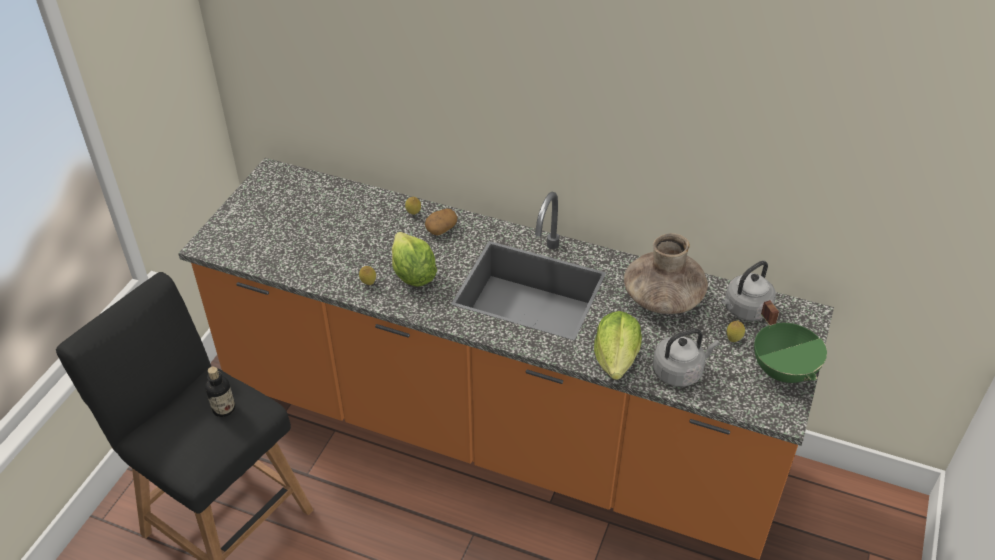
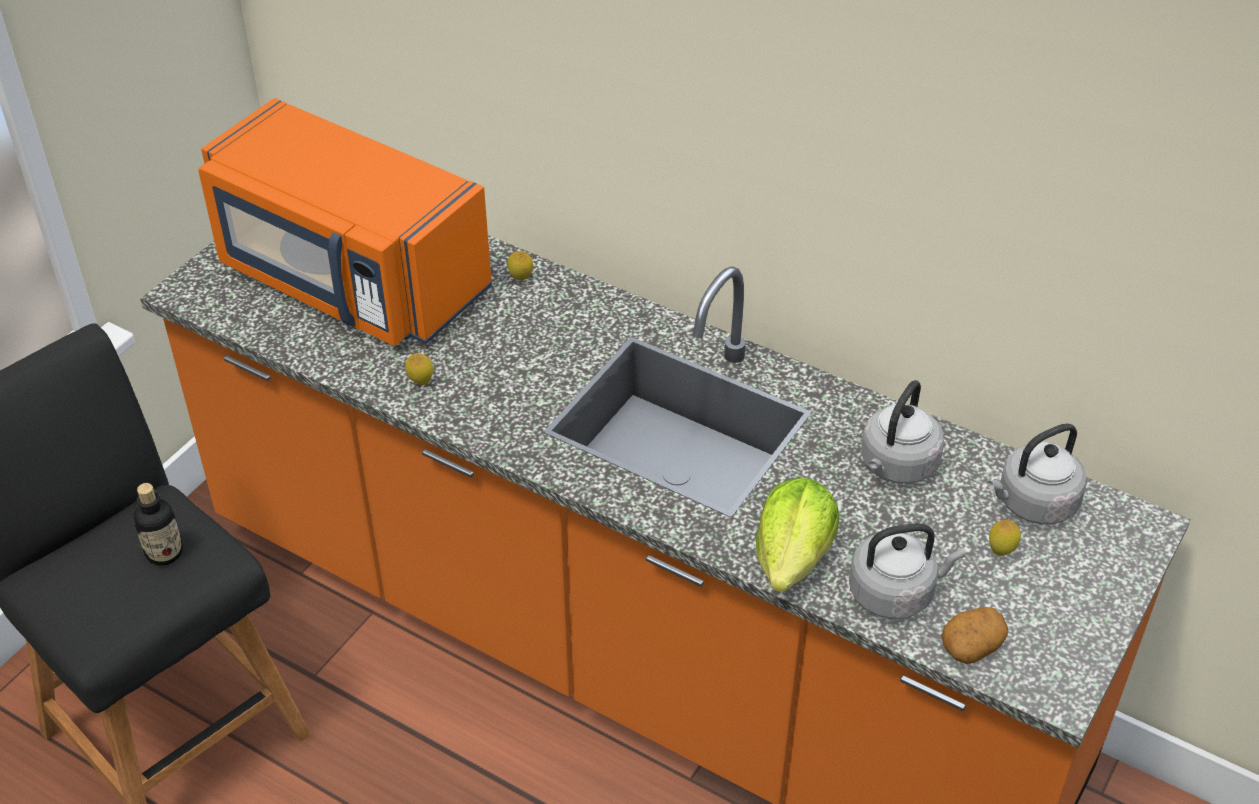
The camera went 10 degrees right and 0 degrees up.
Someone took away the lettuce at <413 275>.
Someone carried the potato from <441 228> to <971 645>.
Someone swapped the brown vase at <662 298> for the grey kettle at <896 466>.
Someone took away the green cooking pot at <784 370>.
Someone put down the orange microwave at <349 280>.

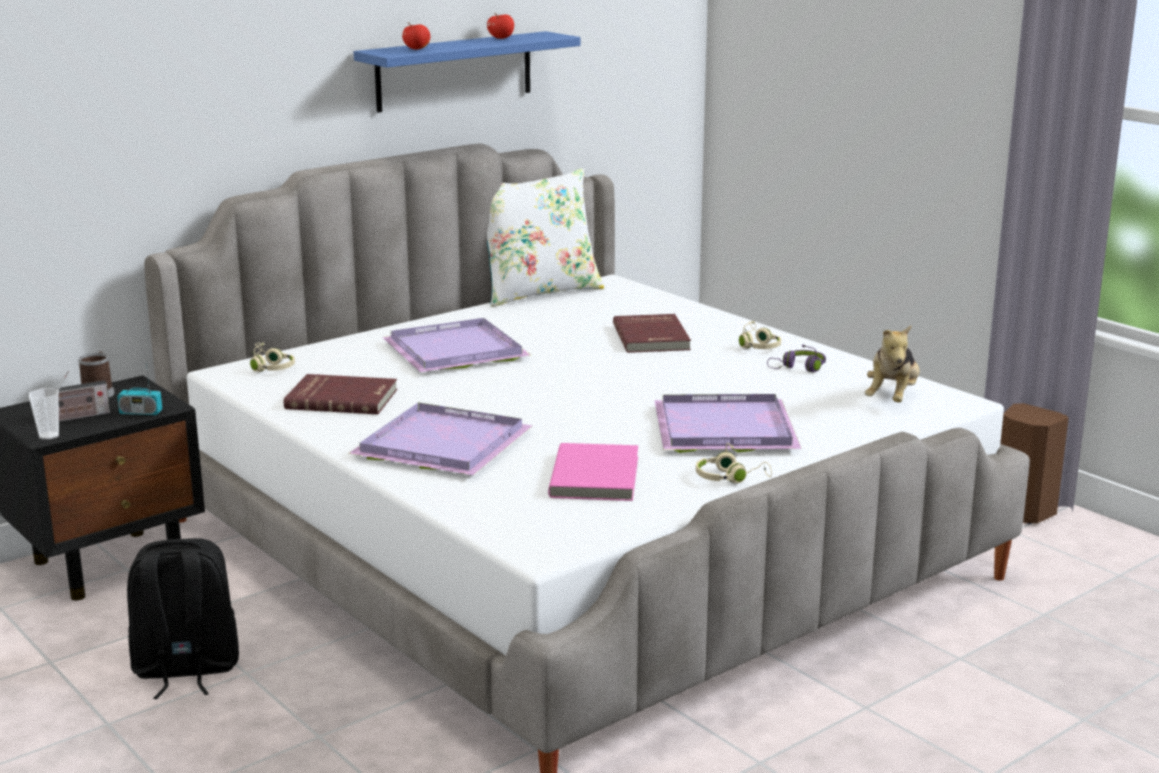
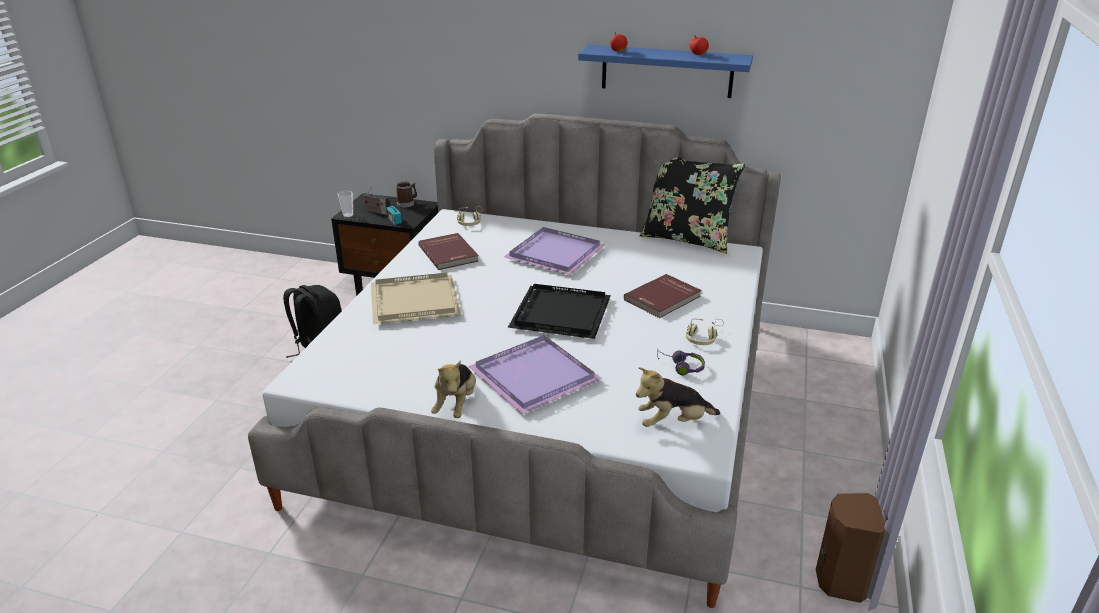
The camera went 55 degrees right and 10 degrees up.
Someone repainted the purple tray at <439 446>, which became the beige tray at <413 301>.
Someone repainted the white pillow at <538 292>, which became the black pillow at <687 239>.
Someone took away the pink book at <597 477>.
Someone swapped the beige headphones at <730 478> for the plush toy at <456 404>.
Someone put down the black tray at <559 313>.

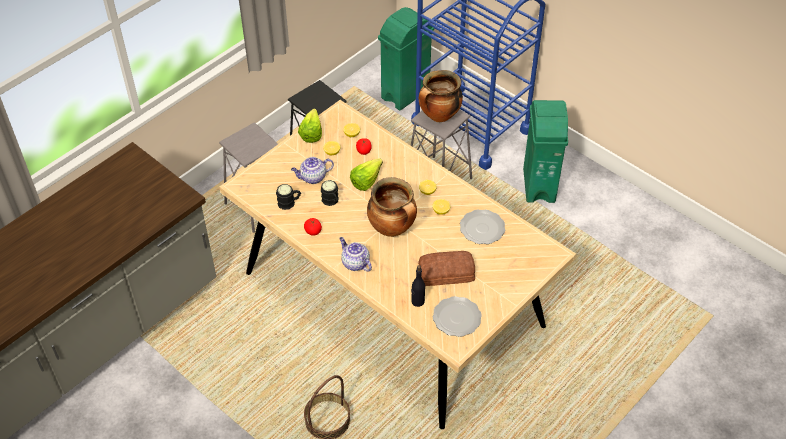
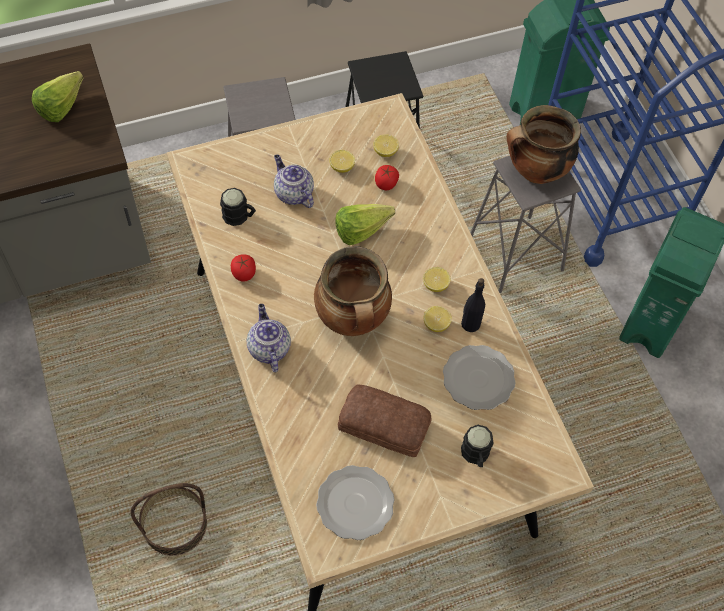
The camera went 25 degrees right and 10 degrees up.
Someone rotated the teapot at <312 178> by 45 degrees clockwise.
Someone carried the lettuce from <313 131> to <65 105>.
Someone carried the black mug from <331 201> to <476 456>.
Someone carried the black bottle from <417 301> to <470 324>.

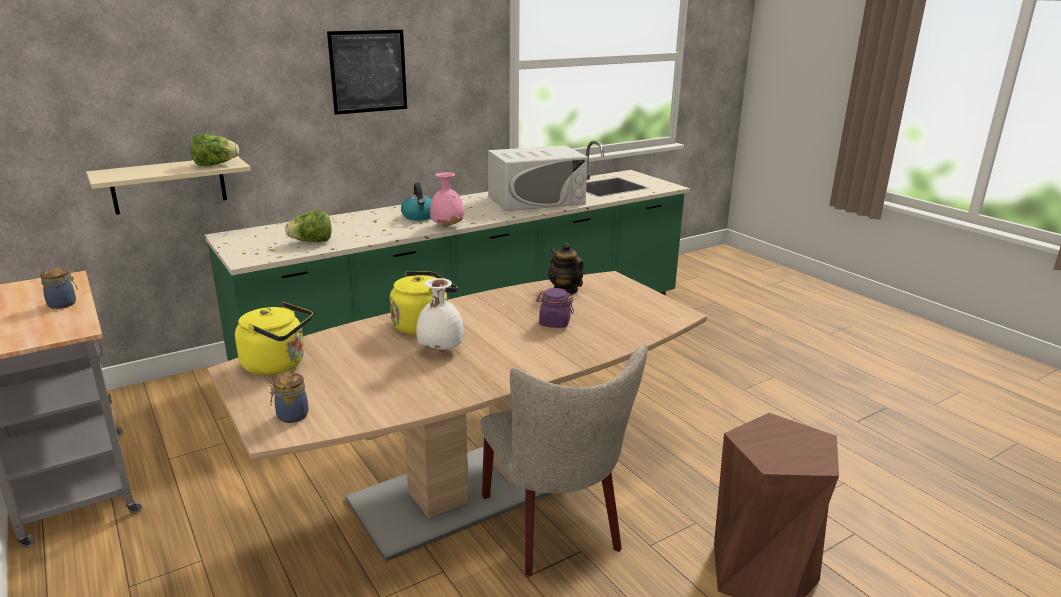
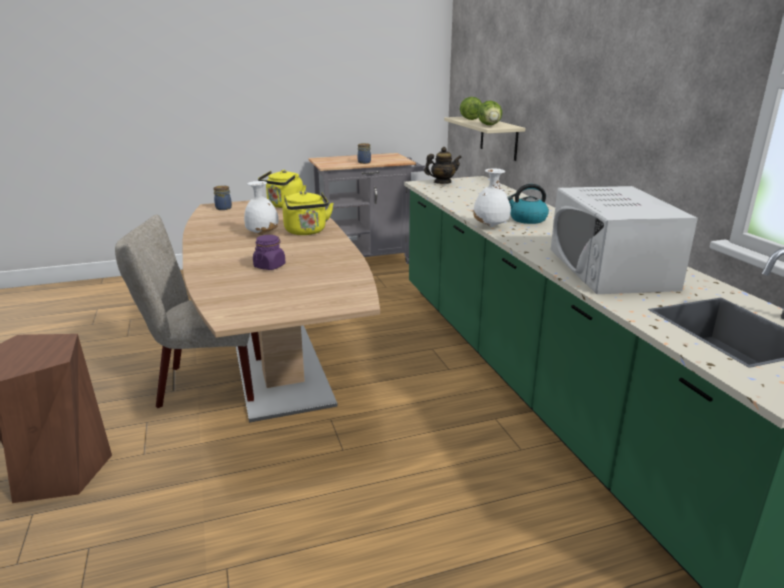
The camera went 105 degrees right and 0 degrees up.
Someone carried the lettuce from <312 242> to <469 119>.
Someone took away the picture at <368 71>.
Someone repainted the pink vase at <448 226>, which became the white vase at <491 226>.
Someone carried the teapot from <565 291> to <442 182>.

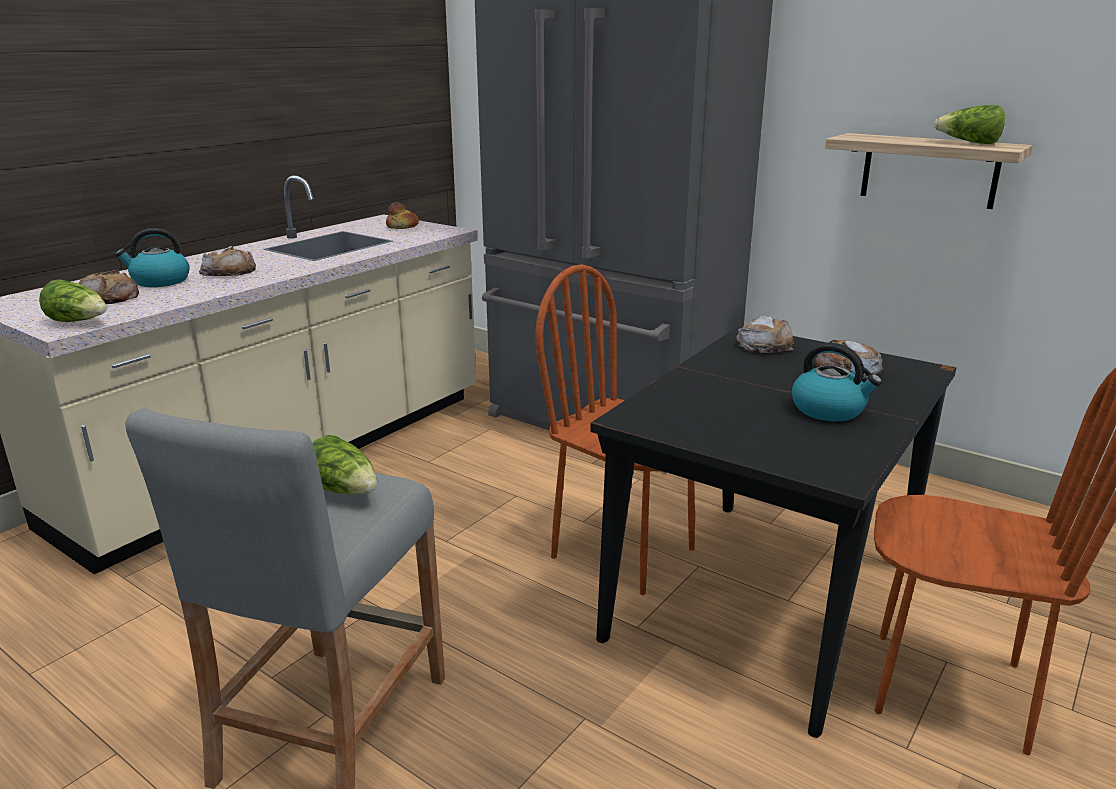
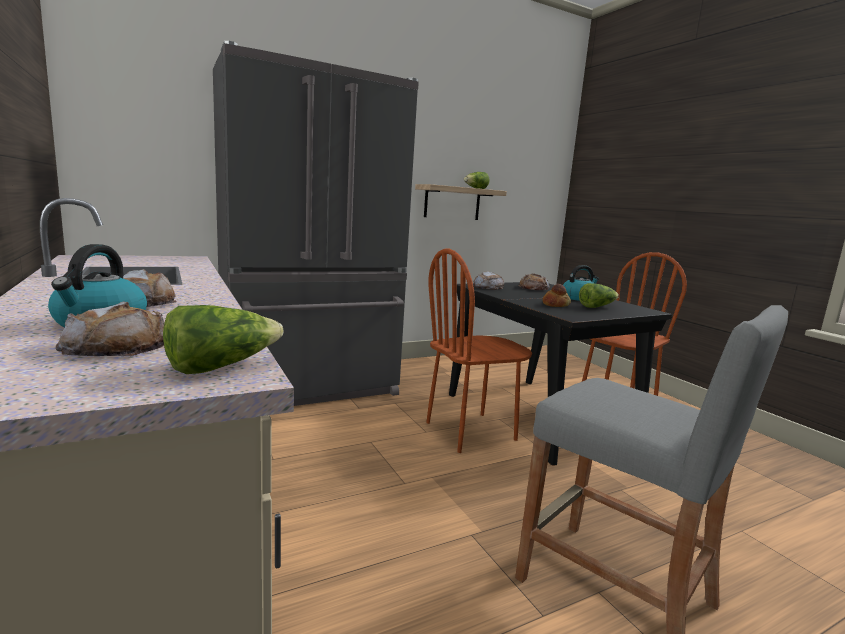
The camera went 65 degrees left and 10 degrees down.
Someone carried the lettuce from <345 491> to <596 307>.
Someone carried the bread from <402 227> to <556 305>.

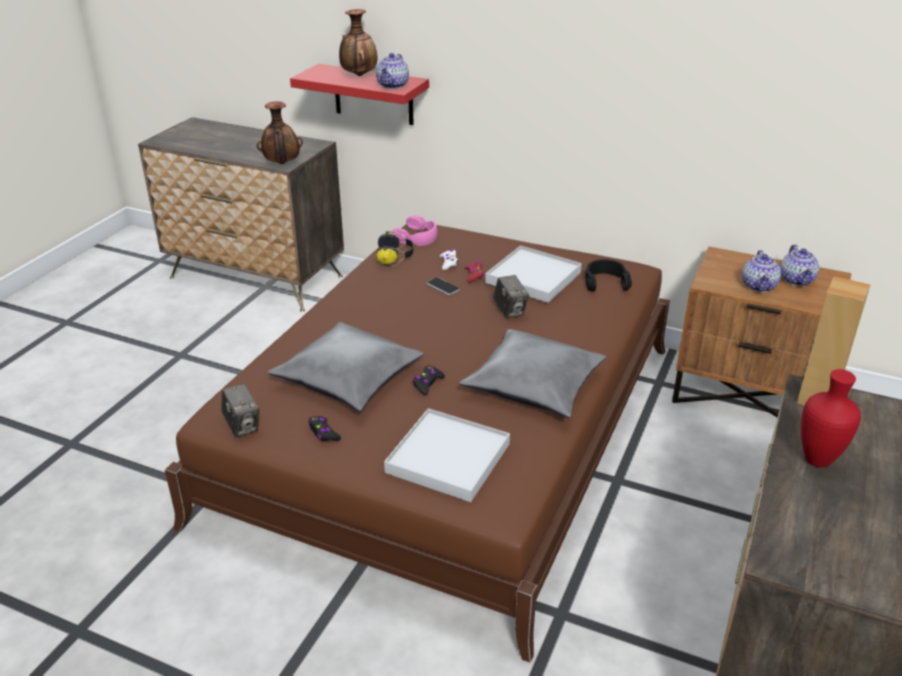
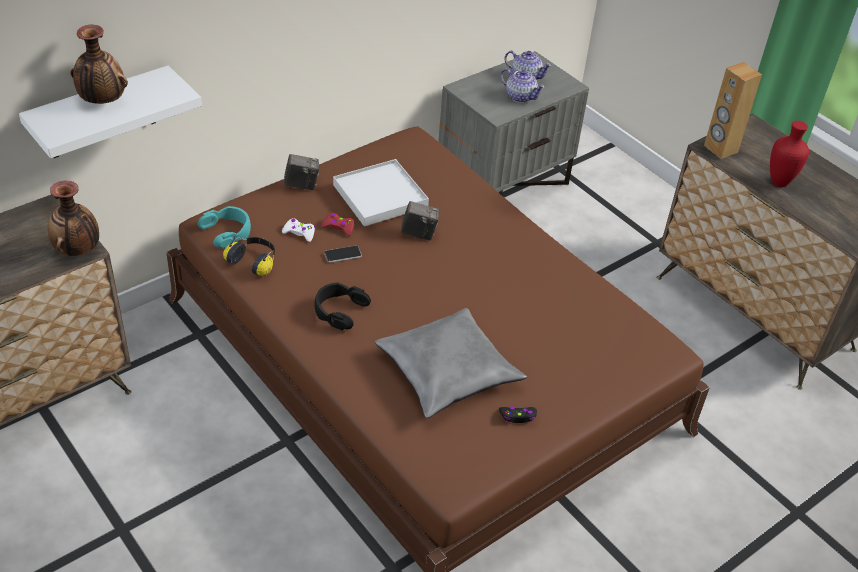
The camera went 65 degrees left and 10 degrees up.
Someone carried the photo camera from <242 426> to <301 185>.
Someone repainted the red shelf at <373 95>, which became the white shelf at <100 114>.
Someone took away the teapot at <393 85>.
Someone took away the white tray at <448 458>.
Someone repainted the pink headphones at <417 237>, which became the turquoise headphones at <227 232>.
Someone took away the black game controller at <427 383>.
Someone took away the grey pillow at <535 385>.
Someone carried the black headphones from <605 282> to <339 310>.
Someone repainted the brown nightstand at <746 395>, which became the grey nightstand at <504 184>.

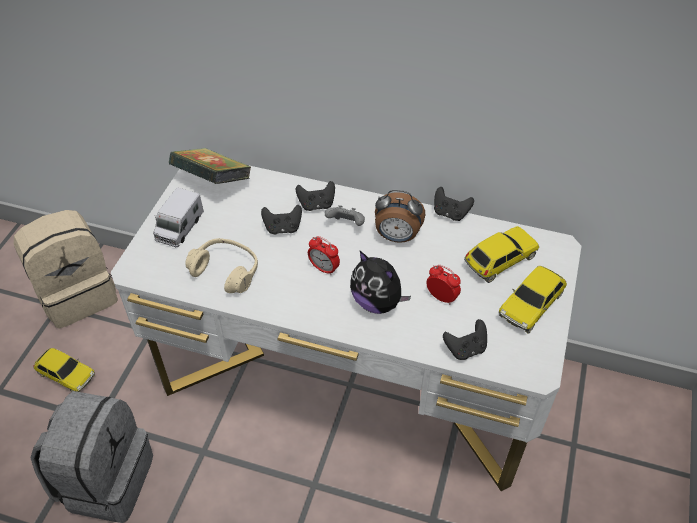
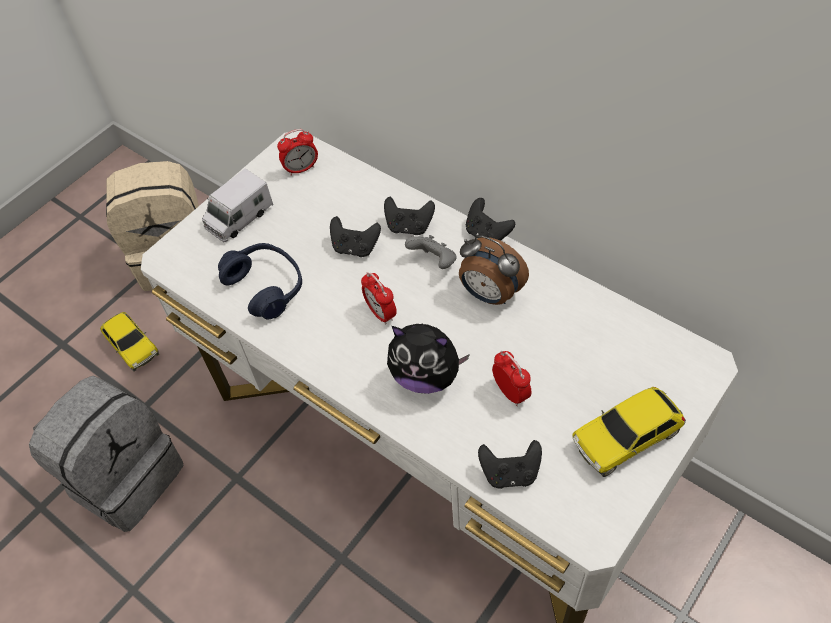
The camera went 25 degrees right and 5 degrees up.
Someone swapped the book at <213 182> for the alarm clock at <301 169>.
Someone repainted the beige headphones at <226 271>, which became the blue headphones at <266 286>.
Someone rotated the plush toy at <377 302> by 45 degrees counterclockwise.
Someone carried the black game controller from <450 213> to <487 234>.
Someone took away the toy car at <499 261>.

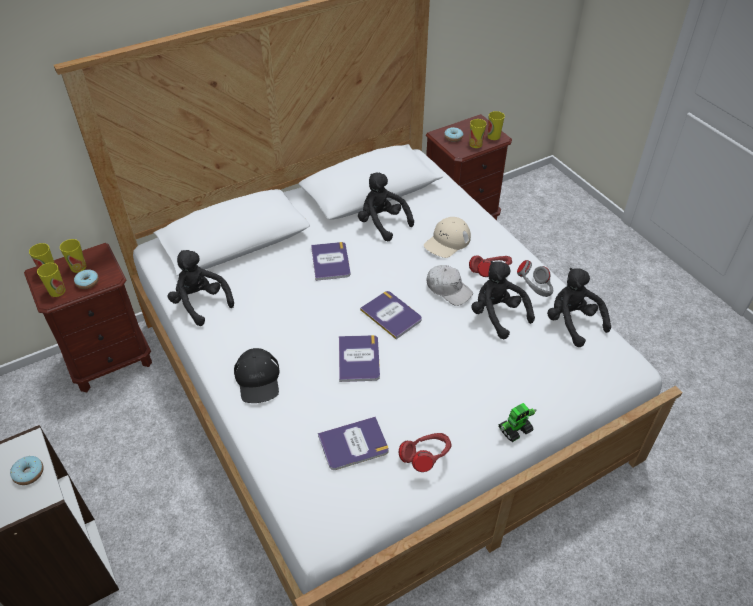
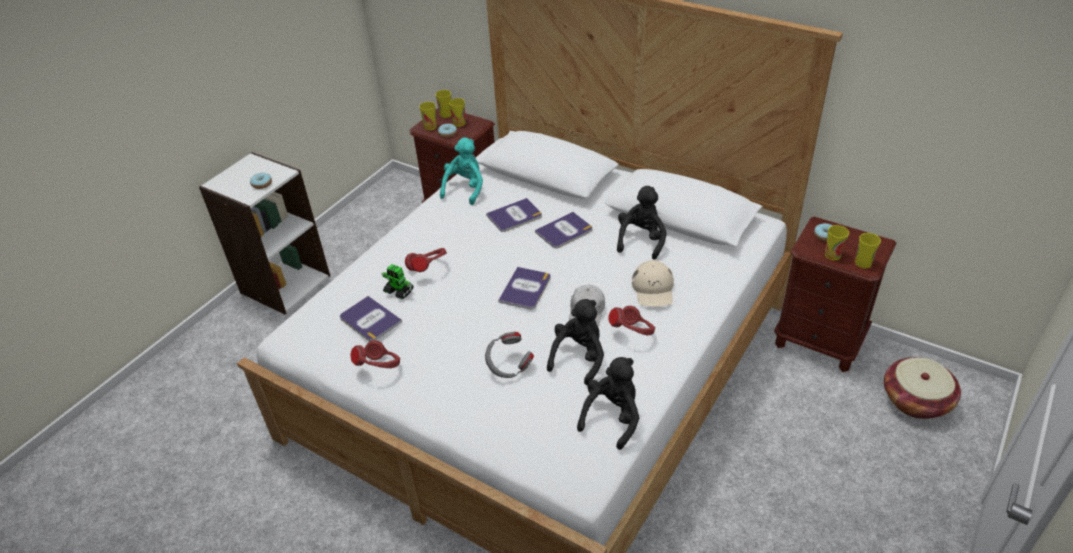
The camera went 65 degrees right and 5 degrees down.
Someone repainted the black plush toy at <200 303>, which became the turquoise plush toy at <465 189>.
Someone took away the black cap at <258 379>.
Someone carried the book from <359 359> to <514 216>.
Someone rotated the beige cap at <447 241> by 105 degrees counterclockwise.
Someone carried the toy robot from <515 429> to <399 291>.
Someone carried the grey headphones from <534 290> to <509 367>.
Someone put down the red headphones at <428 269>.
Someone put down the basket at <916 400>.

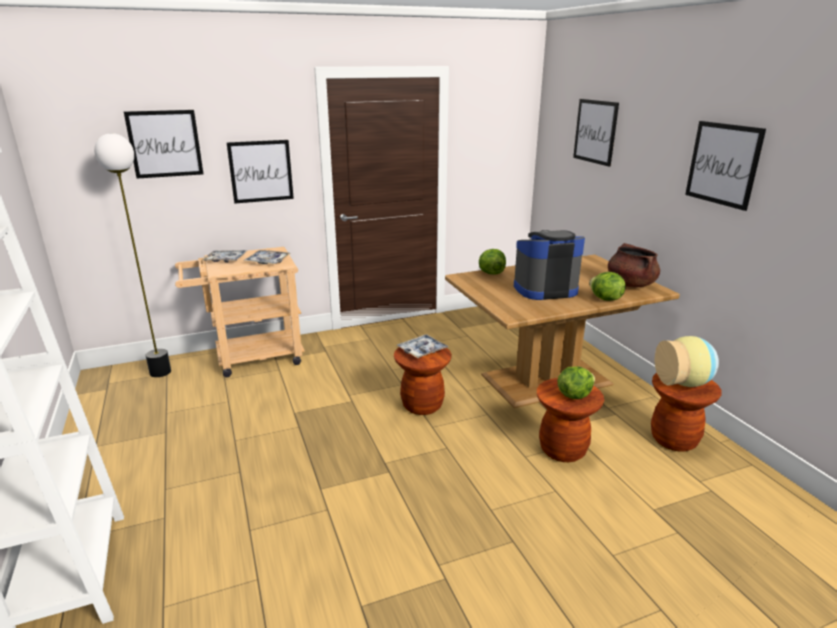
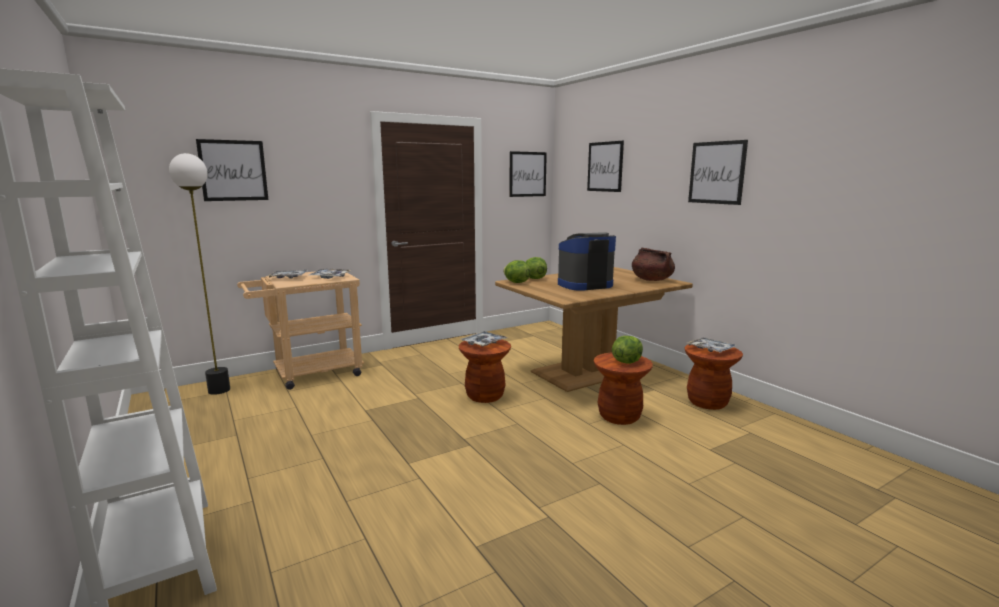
The camera went 10 degrees left and 10 degrees down.
Someone carried the picture from <261 171> to <527 174>.
Someone carried the lettuce from <605 299> to <516 282>.
Someone swapped the vase at <684 383> for the tray at <711 349>.

